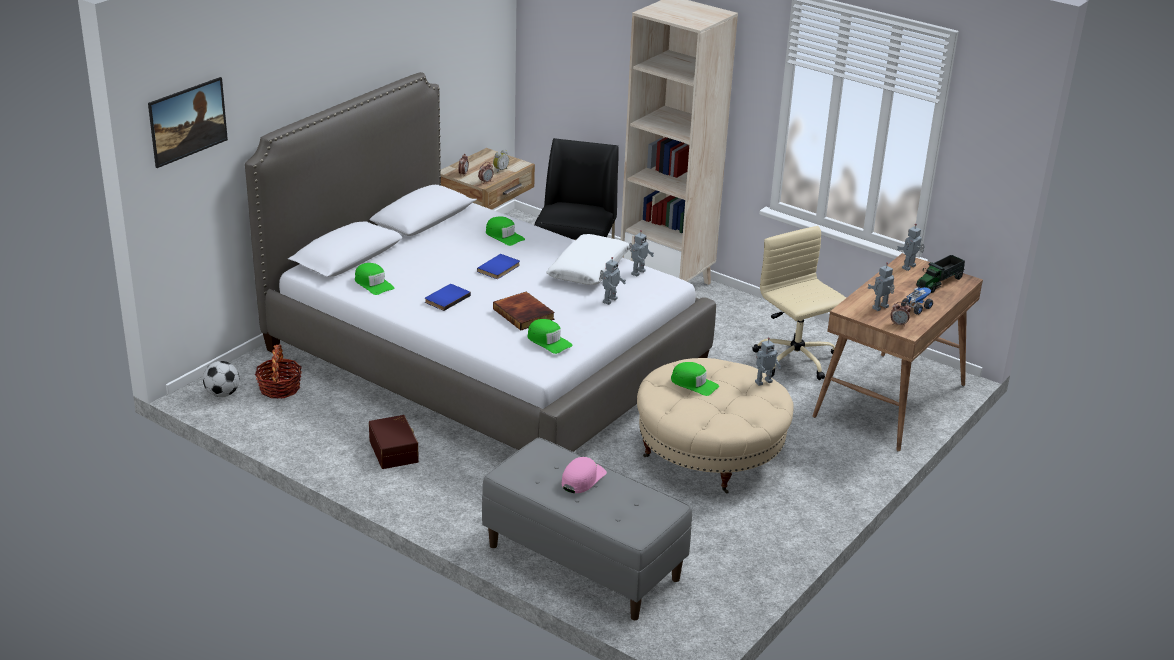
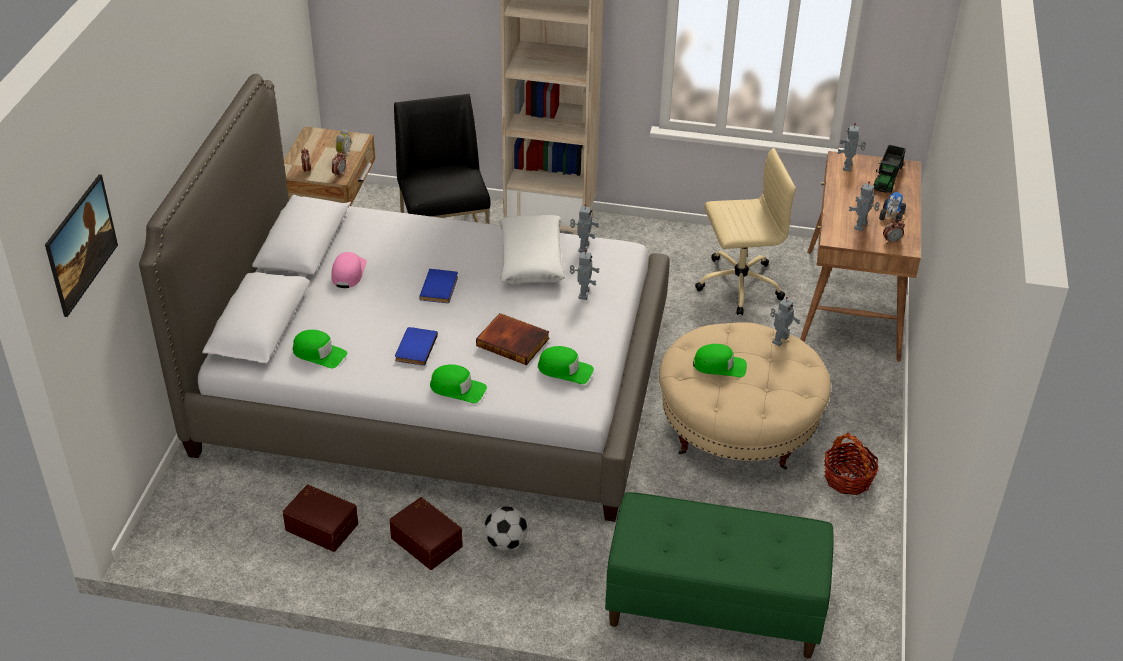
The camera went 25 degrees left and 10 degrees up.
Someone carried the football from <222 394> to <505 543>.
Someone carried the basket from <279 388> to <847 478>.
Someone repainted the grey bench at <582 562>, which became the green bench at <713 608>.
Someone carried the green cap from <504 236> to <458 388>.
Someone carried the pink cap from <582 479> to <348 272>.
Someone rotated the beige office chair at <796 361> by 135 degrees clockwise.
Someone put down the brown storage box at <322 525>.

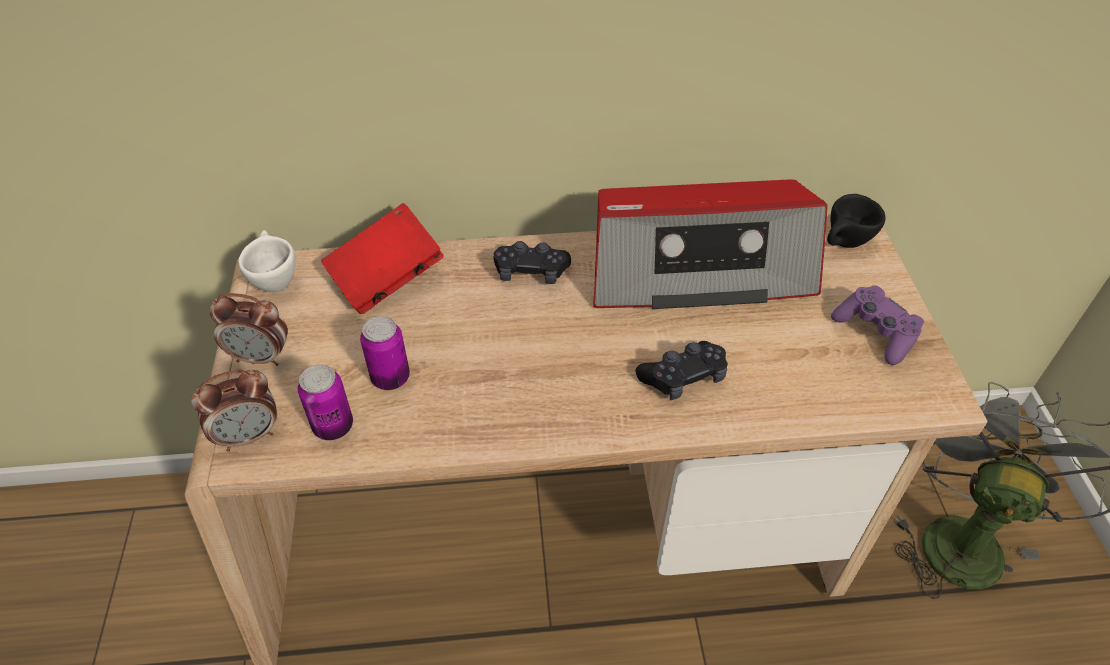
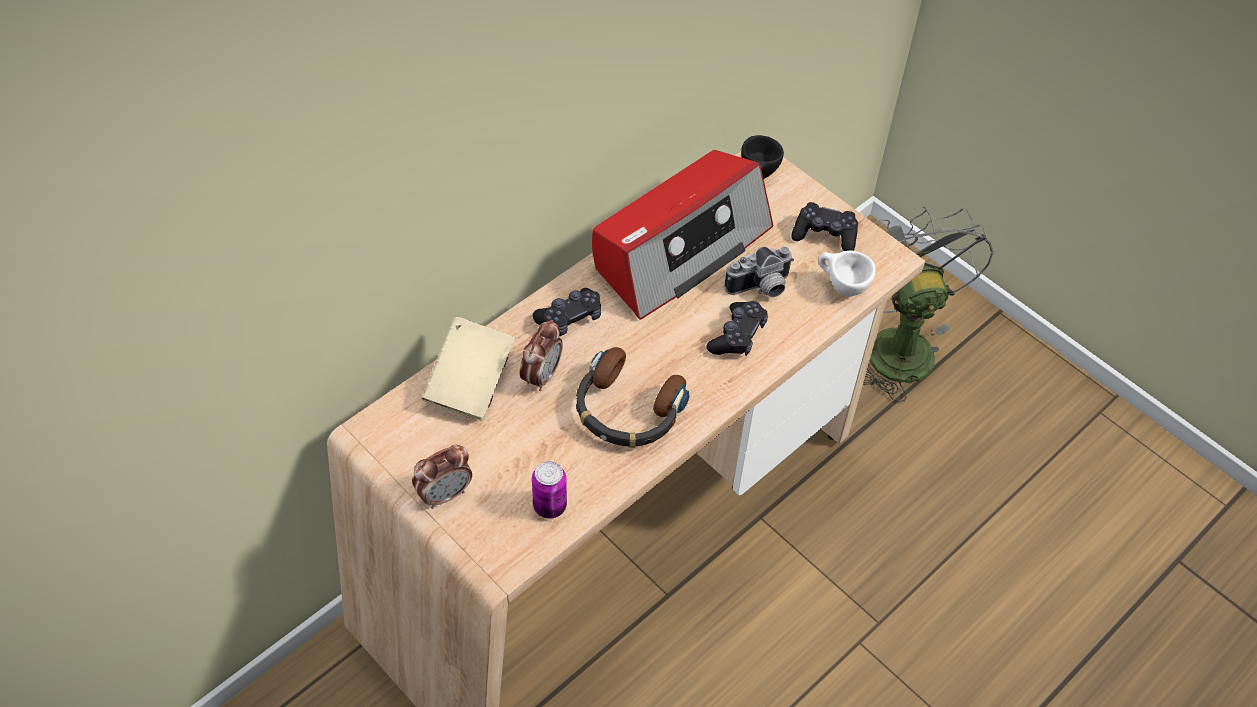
The camera went 40 degrees left and 5 degrees up.
Someone carried the alarm clock from <249 435> to <541 376>.
Someone carried the white cup from <274 280> to <841 287>.
Someone repainted the red book at <386 278>, which became the beige book at <470 383>.
Someone took away the can at <390 378>.
Someone repainted the purple game controller at <875 332>, which became the black game controller at <824 235>.
Someone put down the headphones at <627 410>.
Someone put down the photo camera at <761 288>.

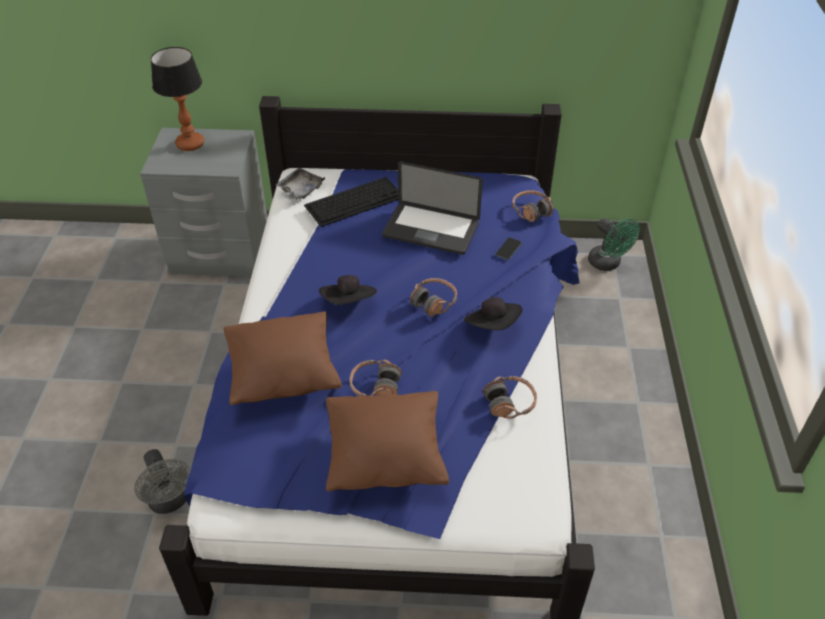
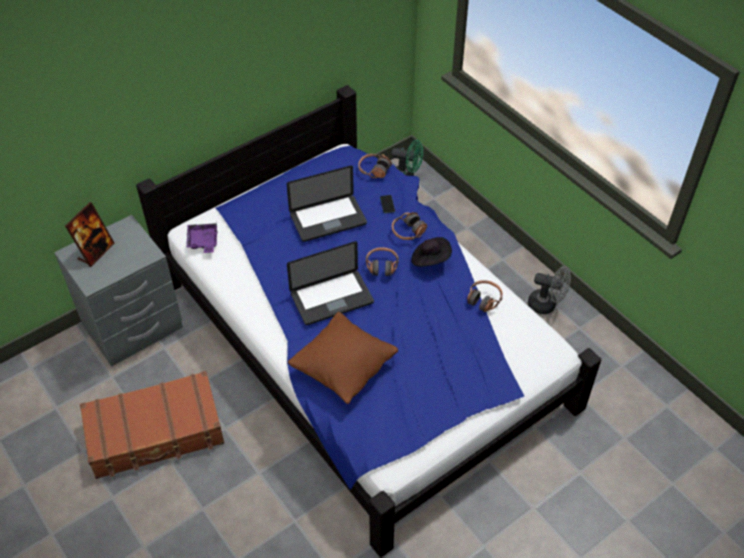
The camera went 40 degrees left and 5 degrees up.
Someone carried the grey fan from <170 502> to <546 305>.
Someone swapped the table lamp at <190 144> for the picture frame at <96 252>.
Someone repainted the grey tray at <300 190>, which became the purple tray at <203 242>.
Someone took away the keyboard at <355 201>.
Someone swapped the black hat at <349 302> for the laptop at <332 298>.
Someone took away the brown pillow at <385 458>.
Someone carried the headphones from <375 386> to <408 231>.
Someone put down the brown suitcase at <156 433>.

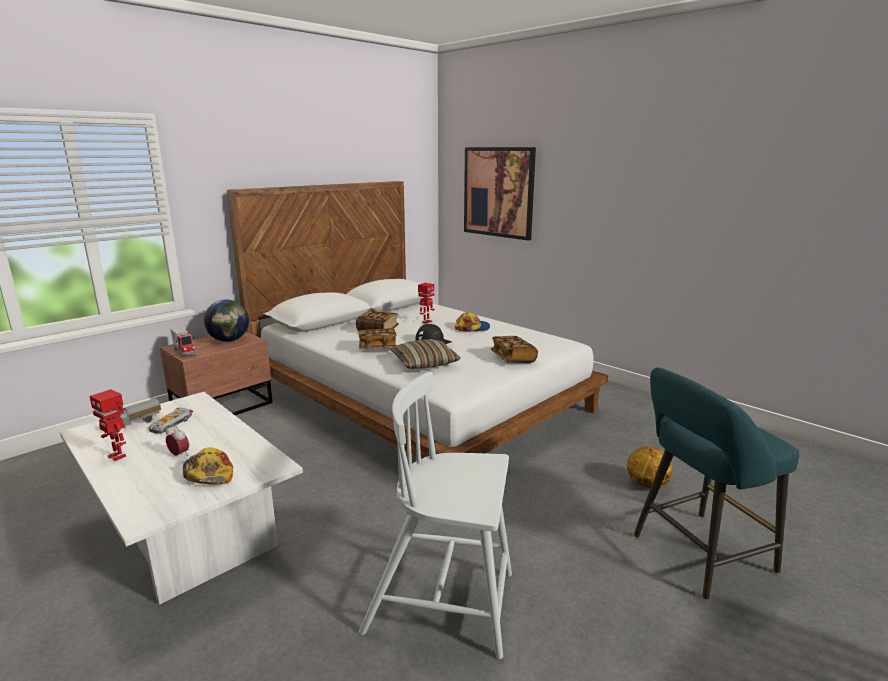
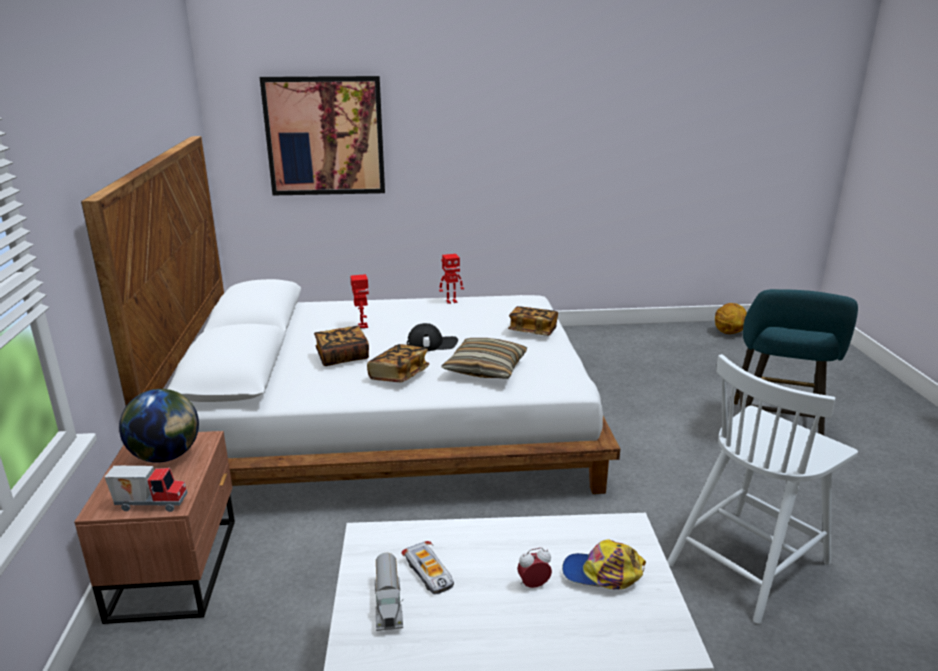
The camera went 50 degrees left and 5 degrees up.
Someone carried the toy robot from <118 456> to <451 301>.
Someone took away the cap at <472 327>.
Someone carried the basketball from <646 485> to <728 333>.

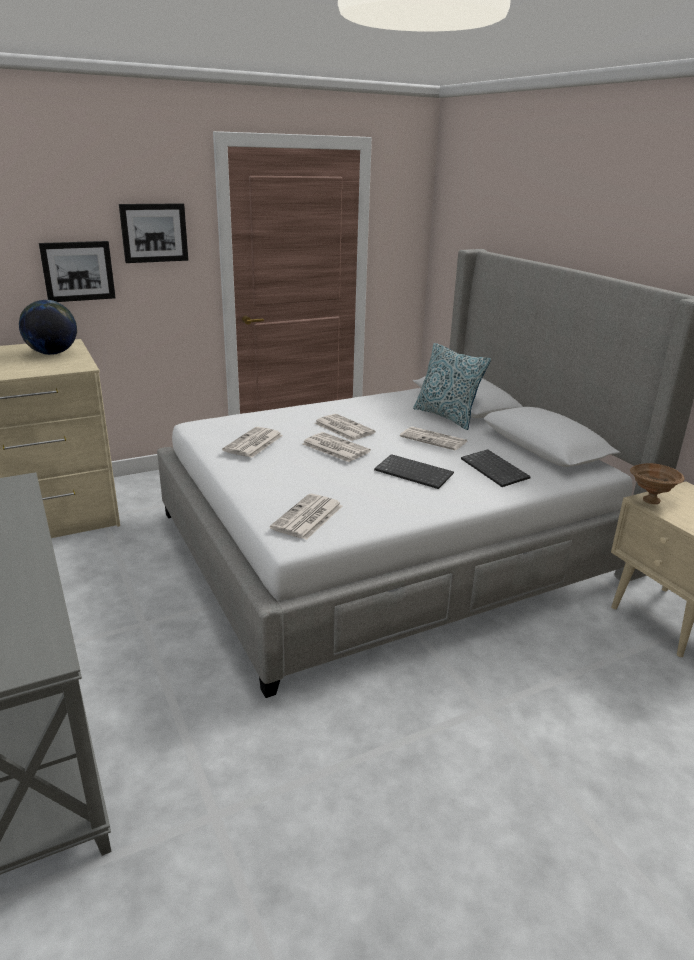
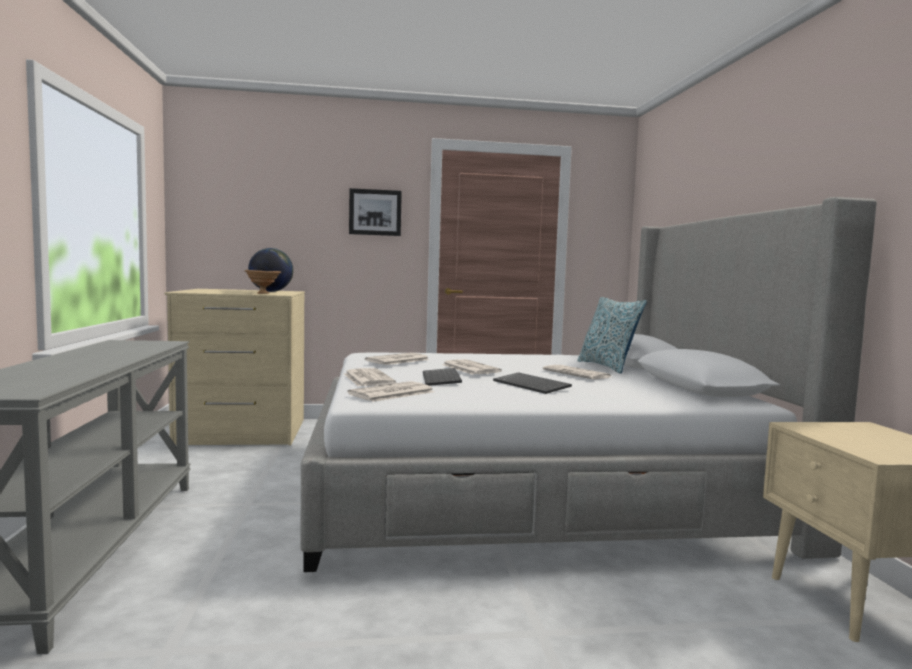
The camera went 20 degrees right and 20 degrees down.
Someone took away the picture at <78 271>.
Someone carried the newspaper from <343 428> to <367 379>.
Someone carried the keyboard from <495 470> to <442 379>.
Someone carried the brown bowl from <649 500> to <262 293>.

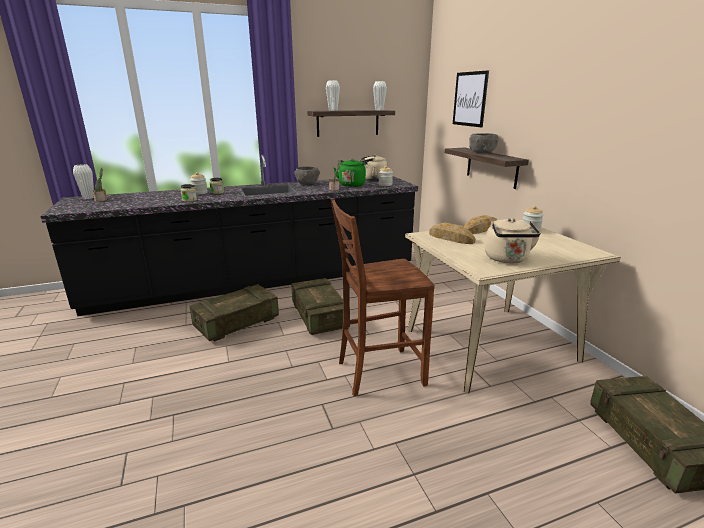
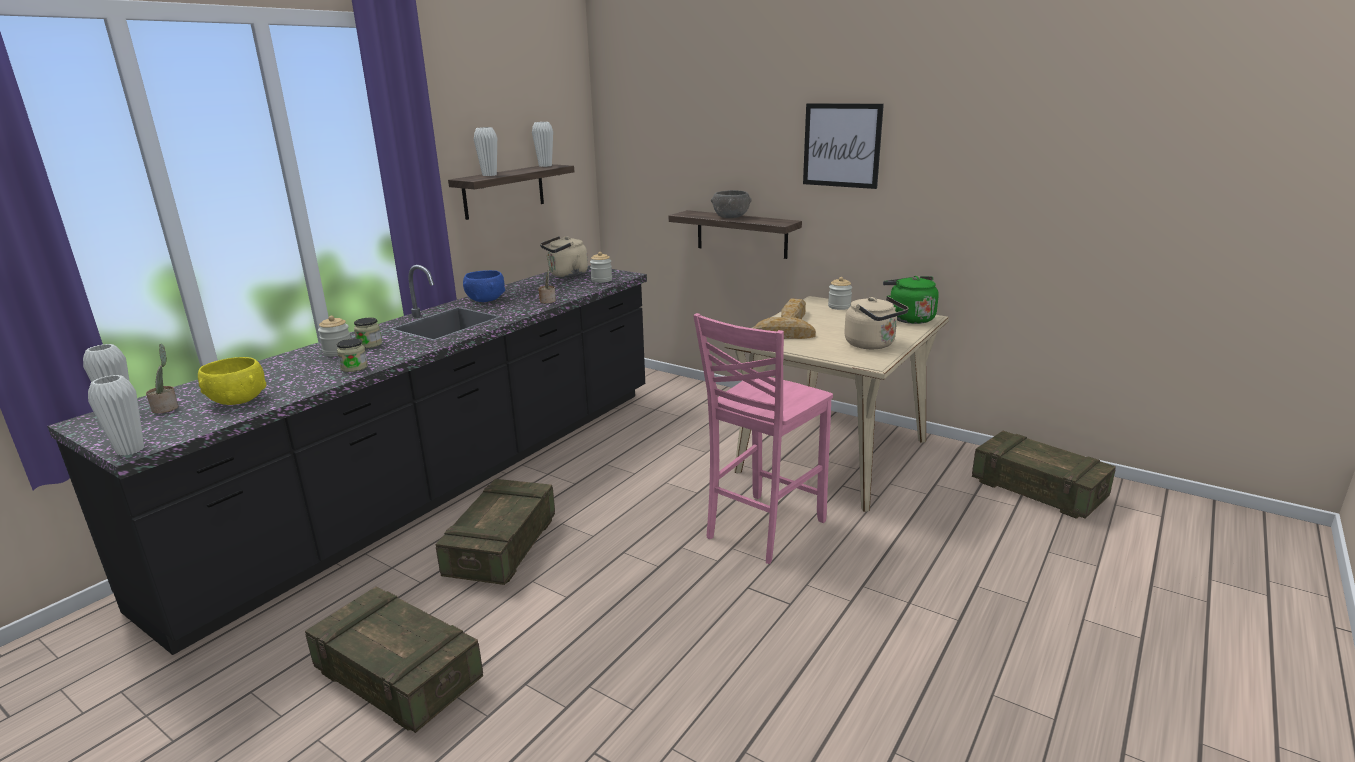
The camera went 35 degrees left and 0 degrees up.
Someone carried the crate from <319 316> to <398 677>.
Someone repainted the grey bowl at <307 184>, which became the blue bowl at <486 300>.
Someone repainted the brown chair at <378 372>, which became the pink chair at <762 529>.
Someone carried the green kettle from <352 184> to <909 318>.
Someone carried the picture from <470 99> to <841 145>.
Someone put down the white vase at <130 450>.
Someone put down the yellow bowl at <237 400>.

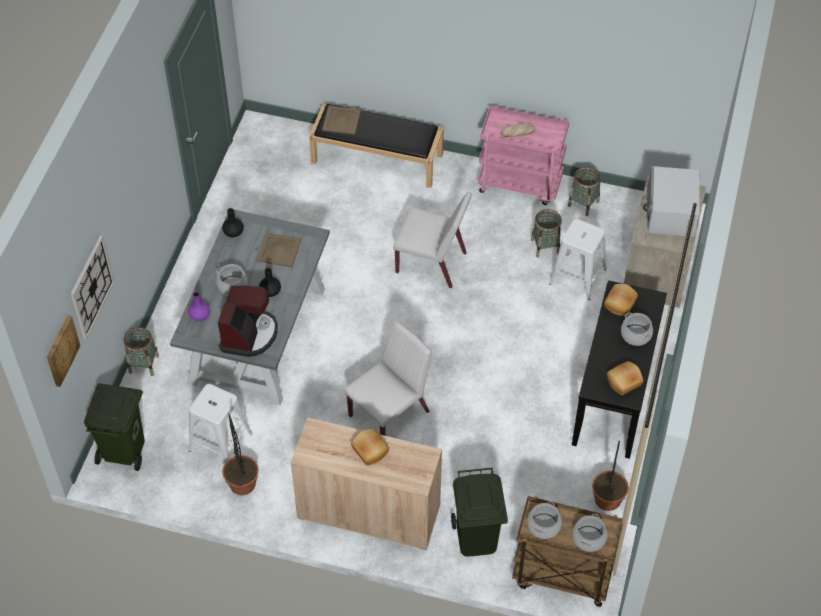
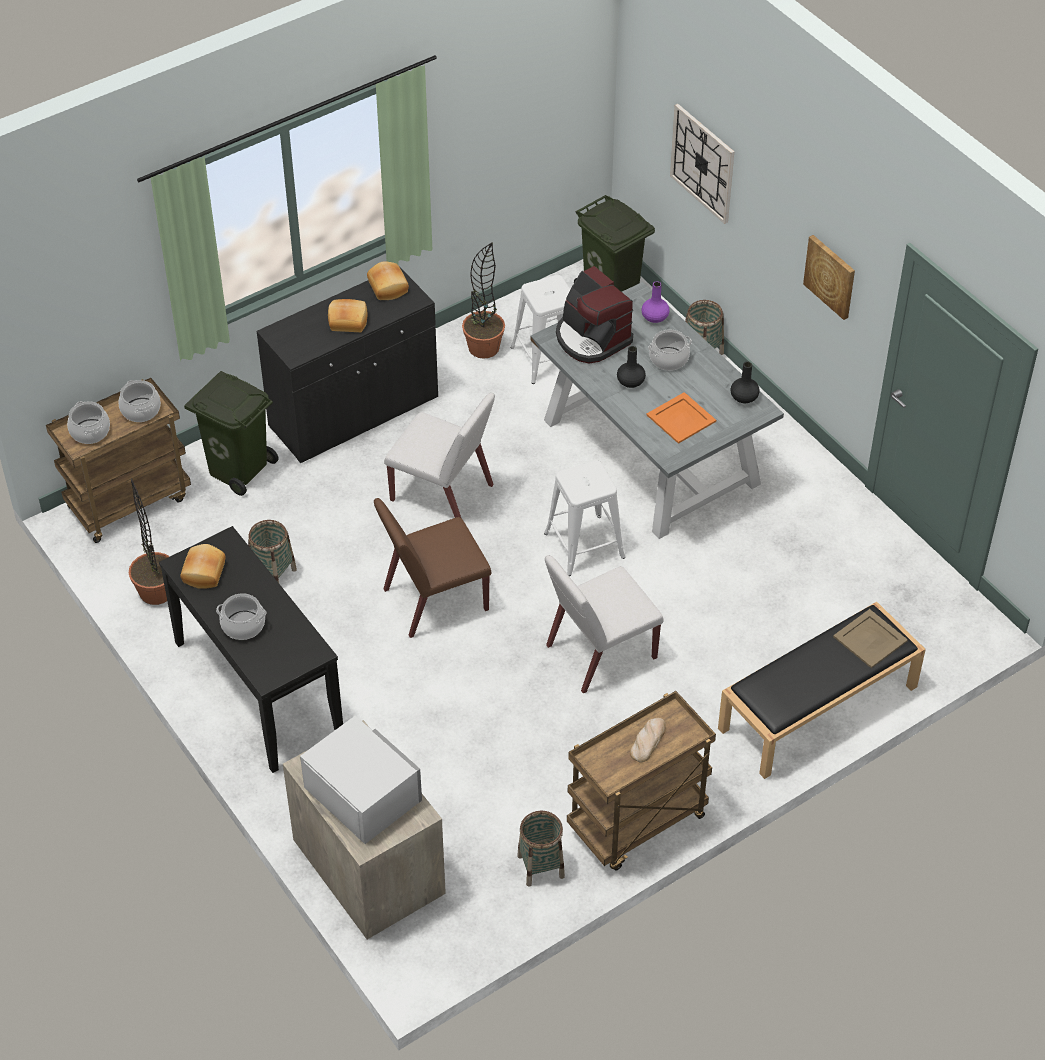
The camera went 130 degrees right and 5 degrees down.
Someone carried the picture from <61 350> to <830 276>.
Someone repainted the beige tray at <279 250>, which became the orange tray at <681 419>.
Someone repainted the beige cabinet at <369 511>, which became the black cabinet at <354 413>.
Someone rotated the white chair at <390 413> by 60 degrees counterclockwise.
Someone repainted the pink cart at <520 184>, which became the brown cart at <637 824>.
Someone carried the basket from <545 246> to <272 574>.
Someone carried the white stool from <577 276> to <584 545>.
Someone carried the bread from <619 303> to <389 287>.
Someone put down the brown chair at <434 600>.

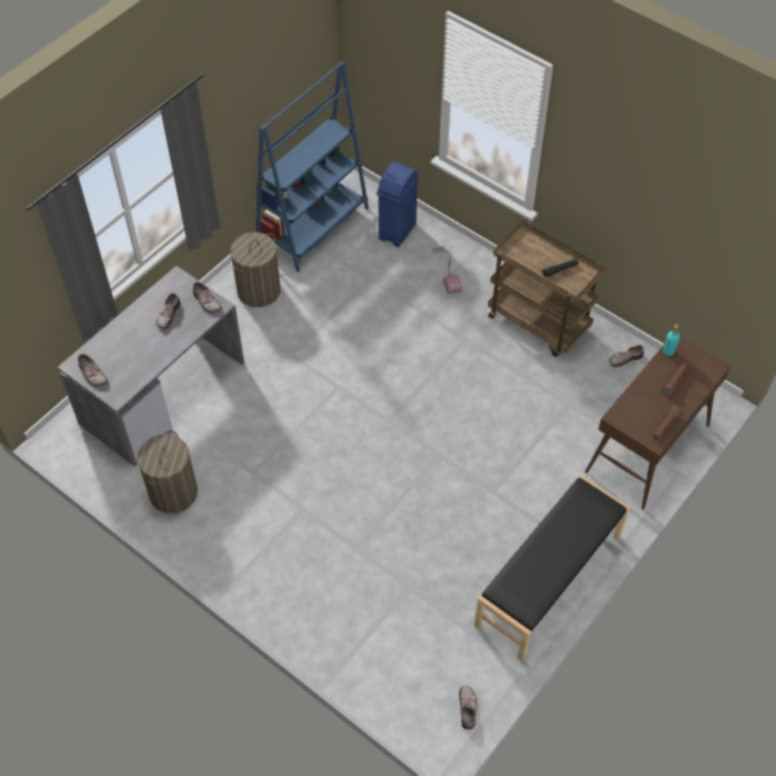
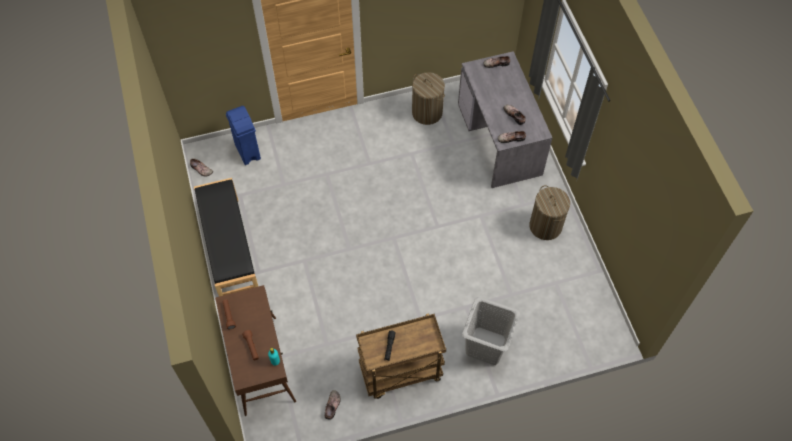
The camera went 125 degrees right and 5 degrees up.
Someone took away the blue bookcase at <313 227>.
Someone carried the blue trash can from <397 232> to <248 151>.
Someone swapped the vacuum cleaner at <446 270> for the grey laundry basket at <486 346>.

